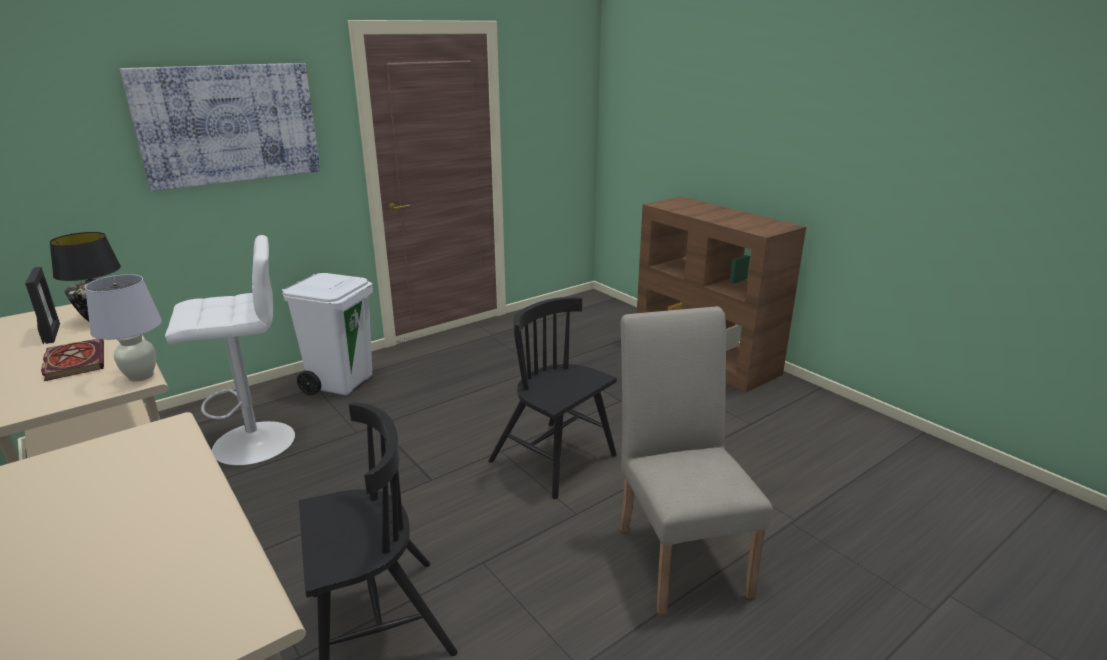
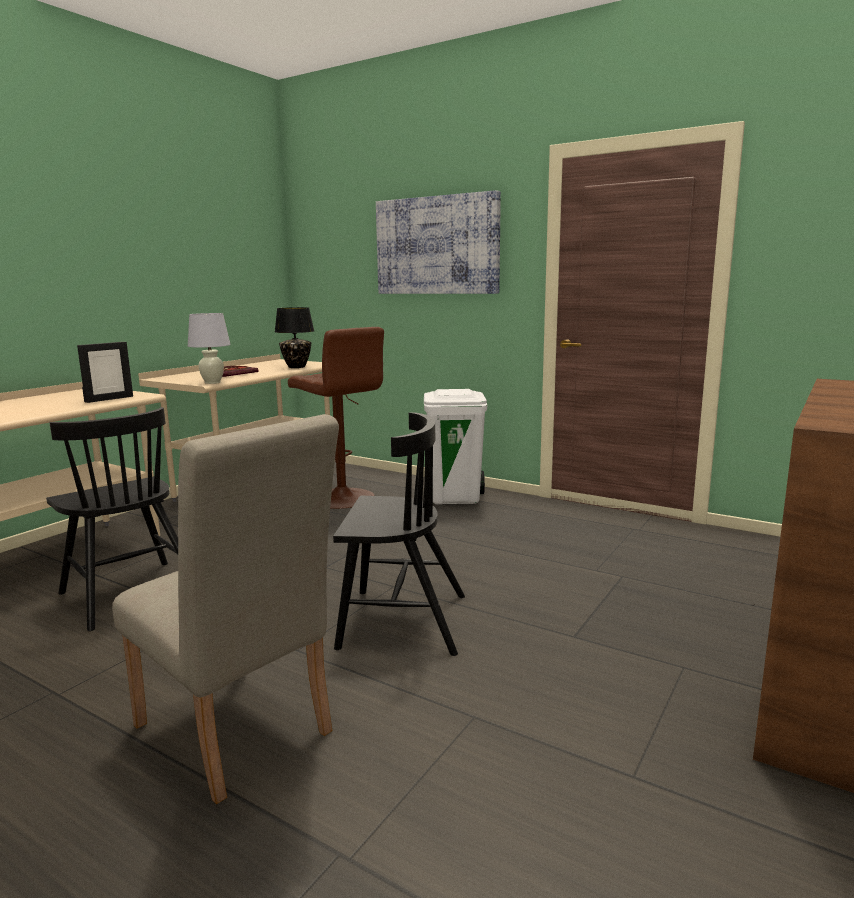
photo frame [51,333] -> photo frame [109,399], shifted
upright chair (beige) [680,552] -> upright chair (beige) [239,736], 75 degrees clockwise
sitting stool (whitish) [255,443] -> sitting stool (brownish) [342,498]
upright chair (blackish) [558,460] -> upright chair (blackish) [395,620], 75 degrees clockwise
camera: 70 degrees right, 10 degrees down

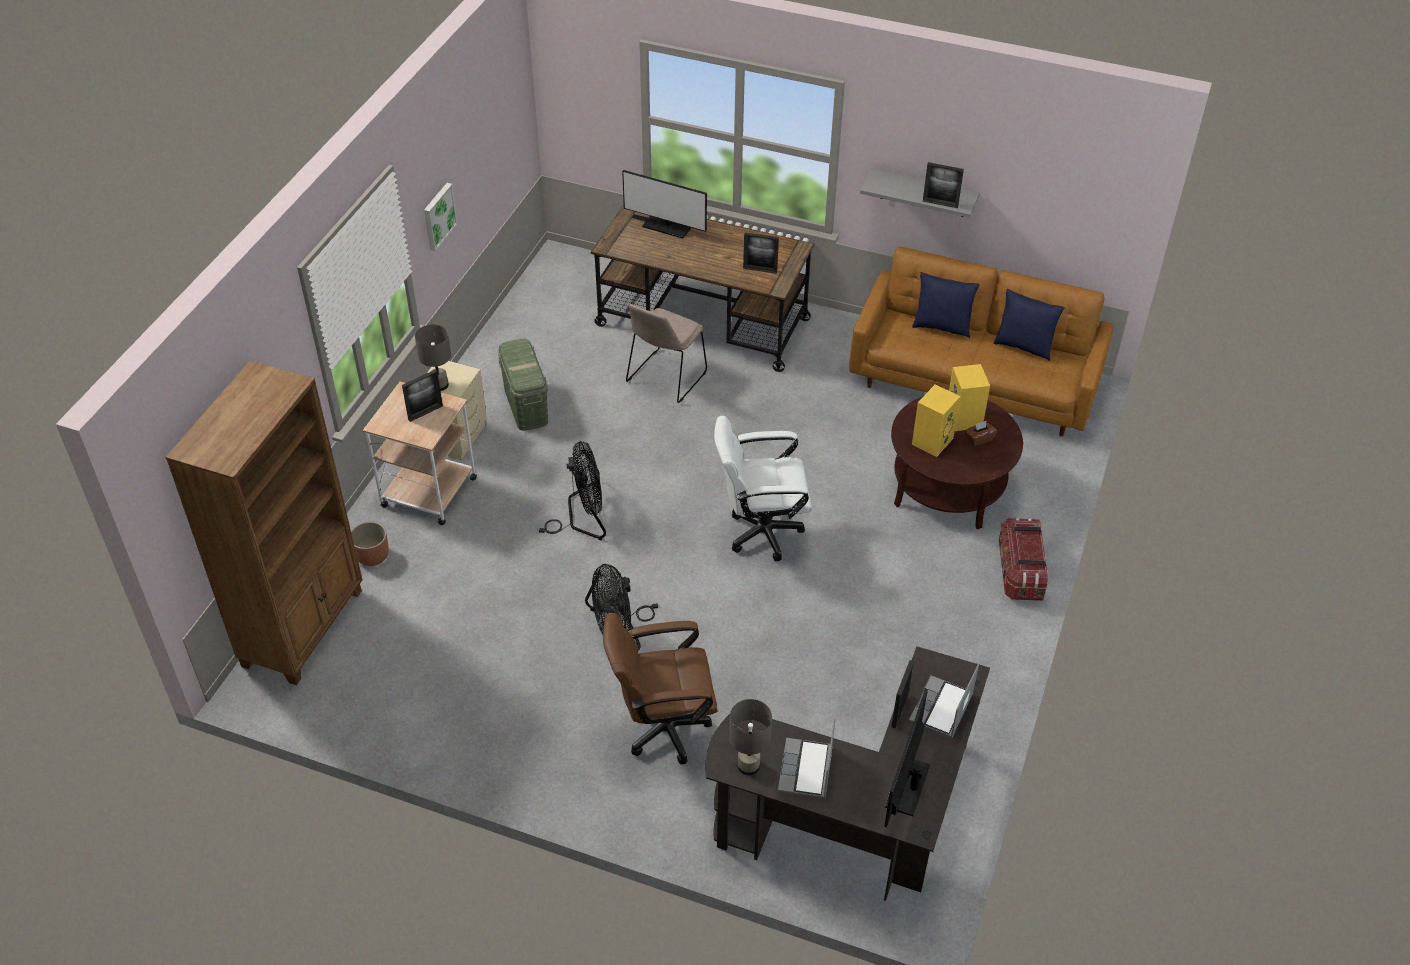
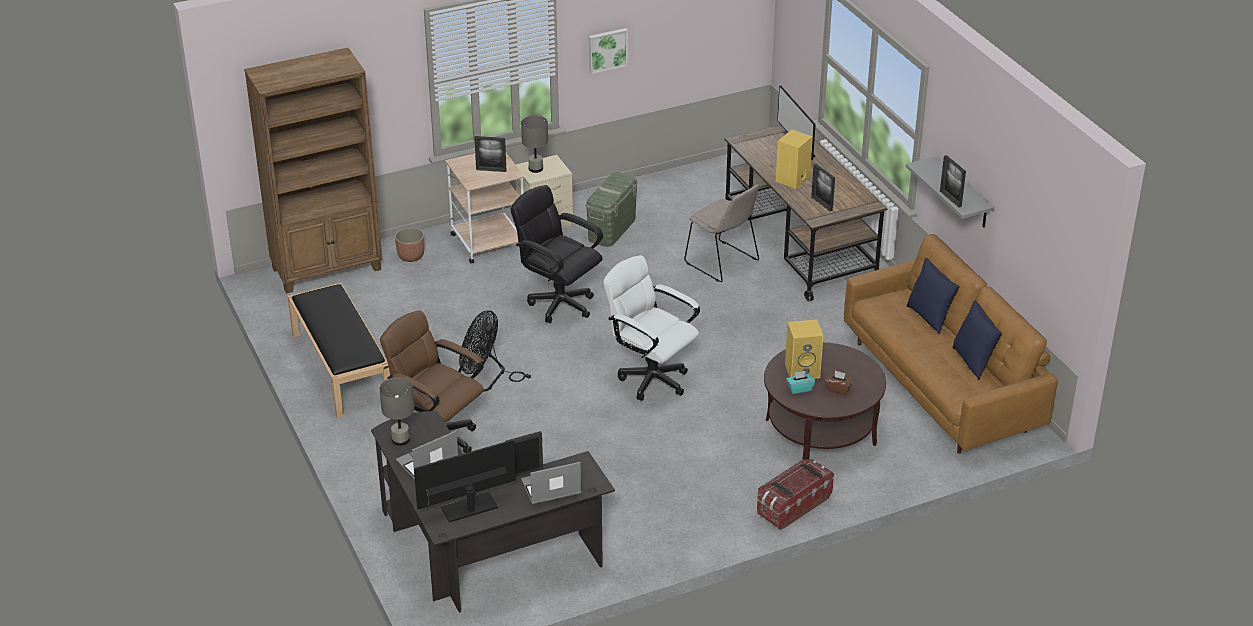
none -> long seat (blackish) [340,367]
cooling fan (blackish) [581,514] -> computer chair (blackish) [557,305]
upright chair (beige) [665,378] -> upright chair (beige) [723,263], 120 degrees counterclockwise
speaker (yellowish) [965,419] -> speaker (yellowish) [793,180], shifted
none -> tissue box (turquoise) [799,388]
camera: 45 degrees right, 10 degrees down

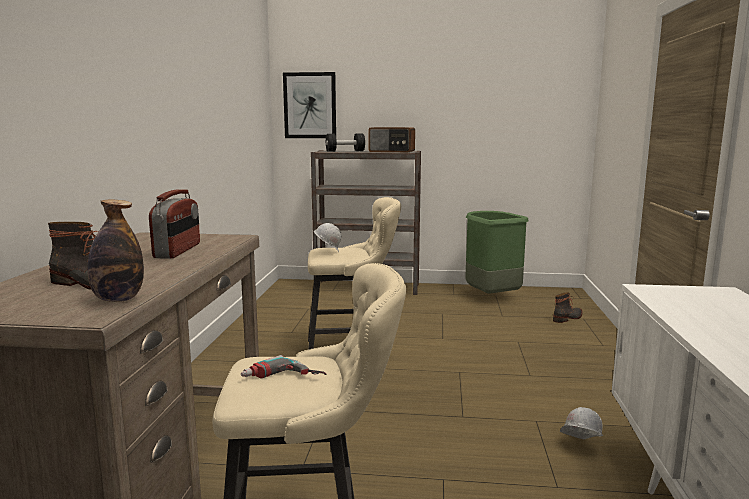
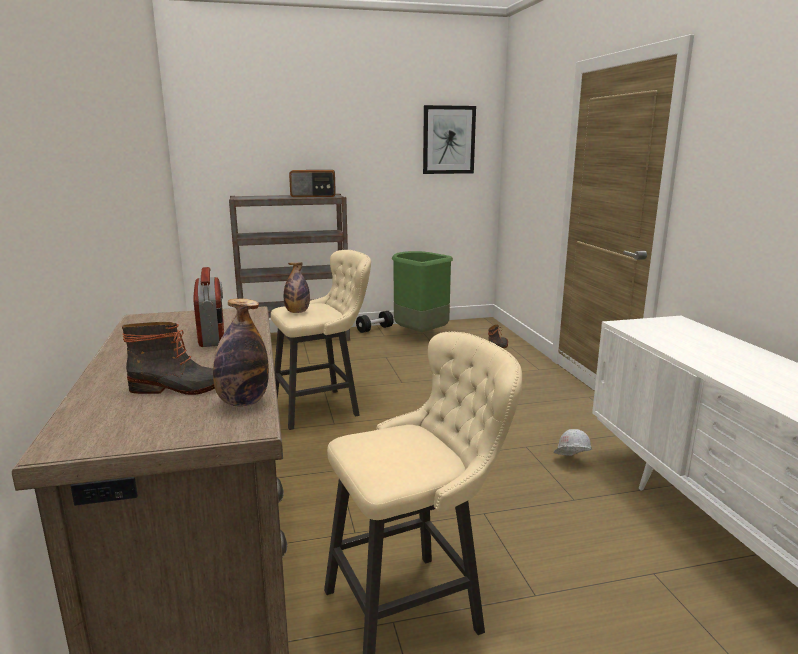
safety helmet (whitish) [327,252] -> beverage bottle [297,312]
hand weight (blackish) [345,151] -> hand weight (blackish) [375,329], shifted
wall art [310,105] -> wall art [448,140], shifted
power drill [282,379] -> none
camera: 20 degrees left, 5 degrees up

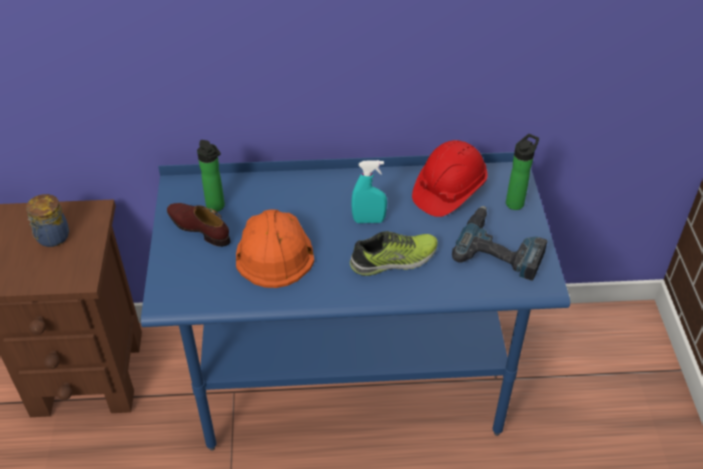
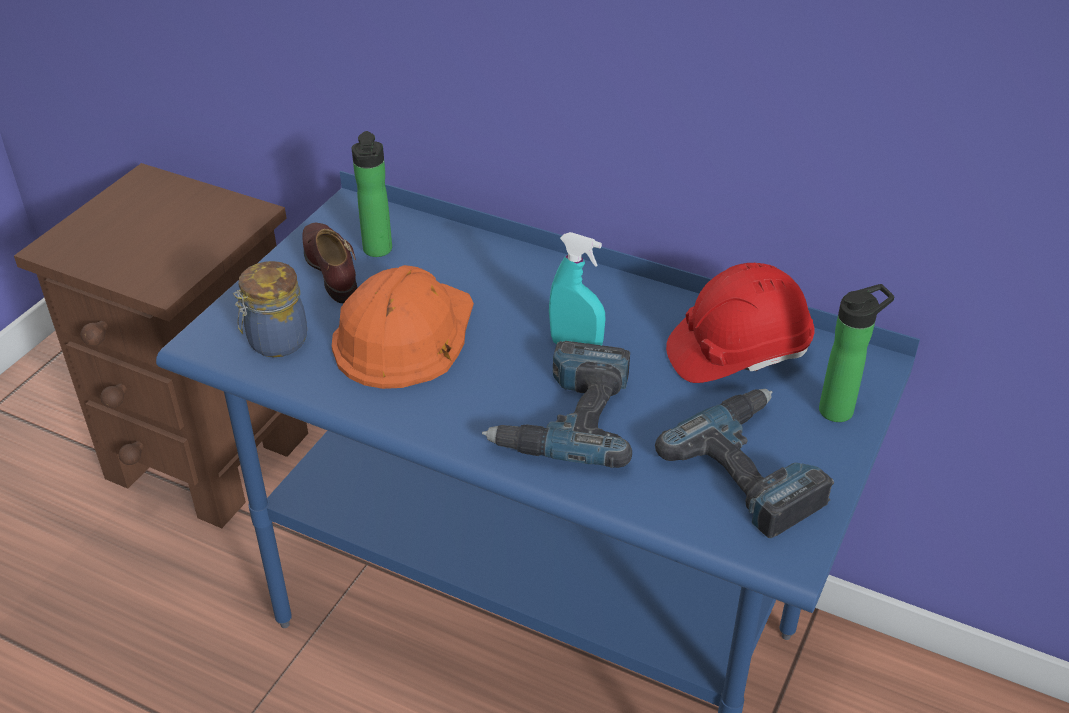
preserve jar [52,238] -> preserve jar [275,342], shifted
low shoe [394,260] -> power drill [567,417]
camera: 30 degrees right, 5 degrees down

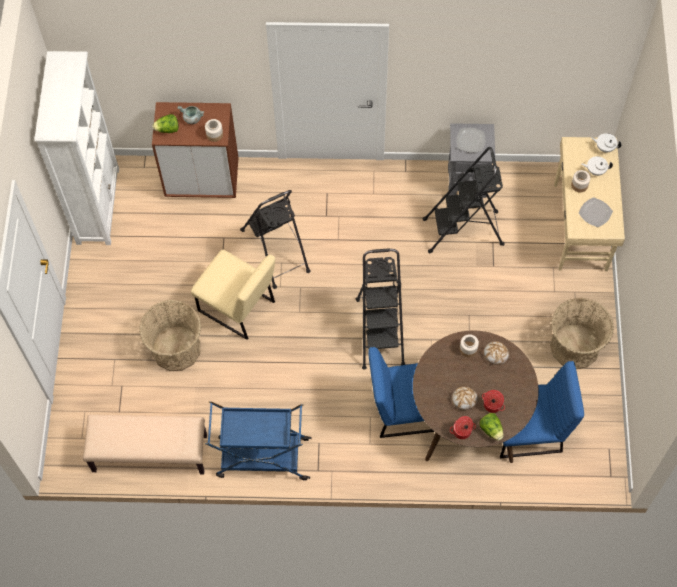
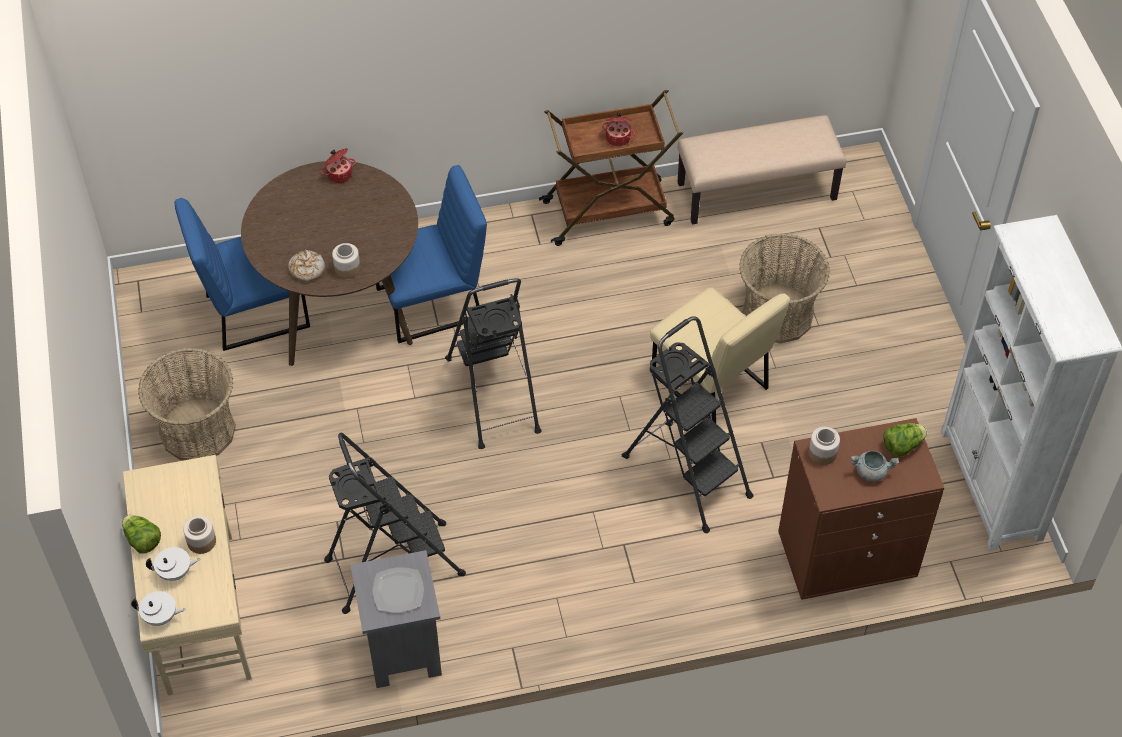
lettuce head [491,430] -> lettuce head [142,540], shifted
trolley (blue) [262,458] -> trolley (brownish) [608,214]
saucepot [492,405] -> saucepot [618,137], shifted
upright chair (beige) [238,307] -> upright chair (beige) [711,383], 150 degrees counterclockwise
baked bread [464,399] -> none
plate [594,213] -> none
camera: 165 degrees right, 10 degrees down

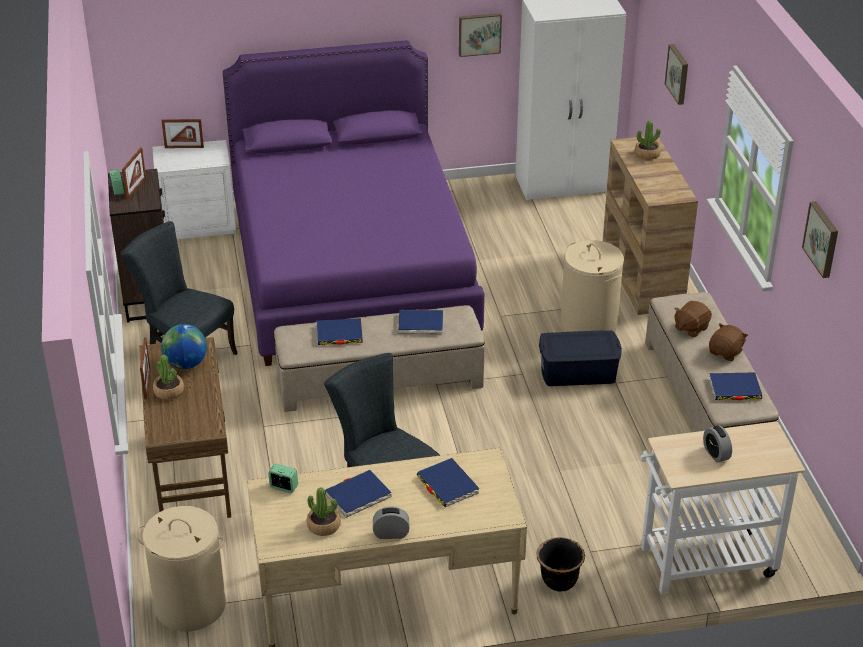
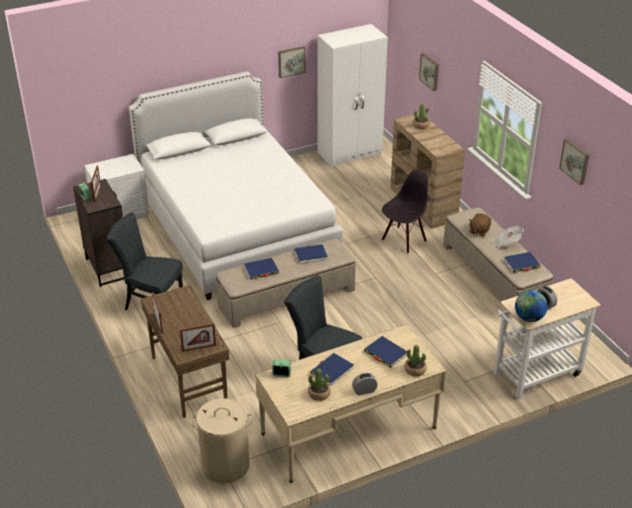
bedroom bed (purple-coloured) [350,269] -> bedroom bed (whitish) [236,227]
photo frame [184,147] -> photo frame [199,348], shifted
washing basket (beige) [588,325] -> upright chair (blackish) [403,240]
potted plant [169,391] -> potted plant [415,370], shifted
soft toy (brownish) [726,352] -> newspaper [506,242]
world globe [186,364] -> world globe [529,318], shifted
planter (blackish) [559,582] -> none
storage container (blue) [578,372] -> none
camera: 15 degrees left, 0 degrees up

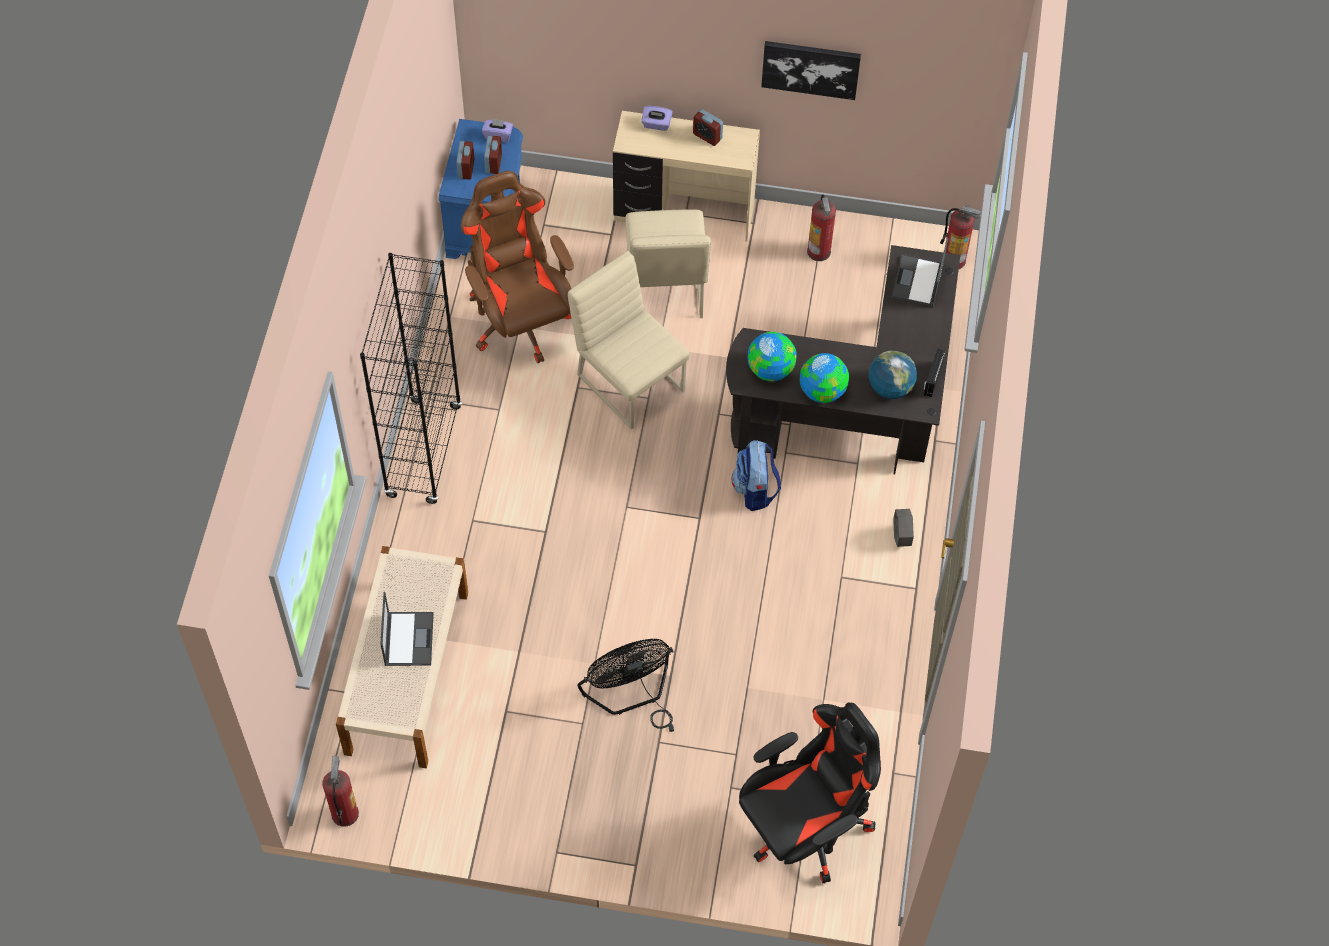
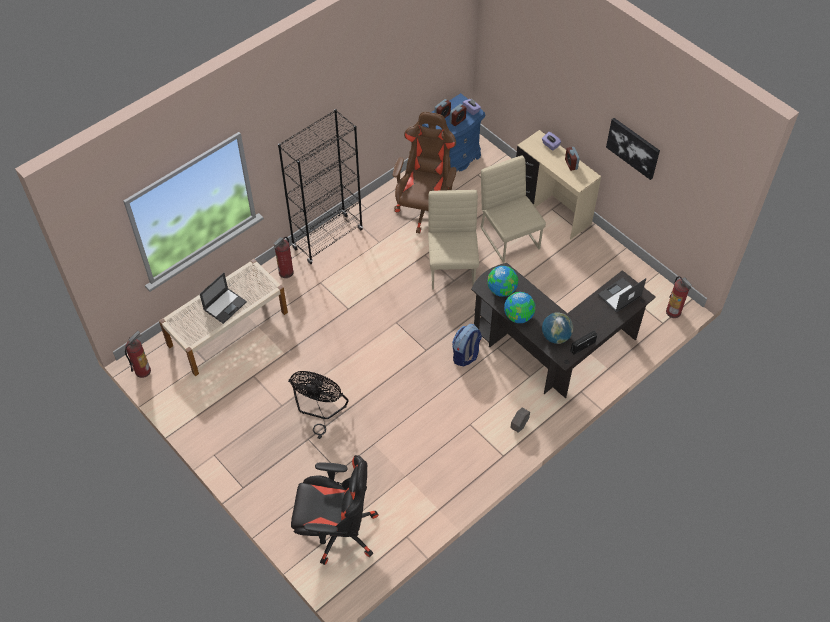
extinguisher [819,251] -> extinguisher [286,272], shifted
upright chair (beige) [665,288] -> upright chair (beige) [509,236], 120 degrees clockwise
camera: 40 degrees right, 5 degrees down

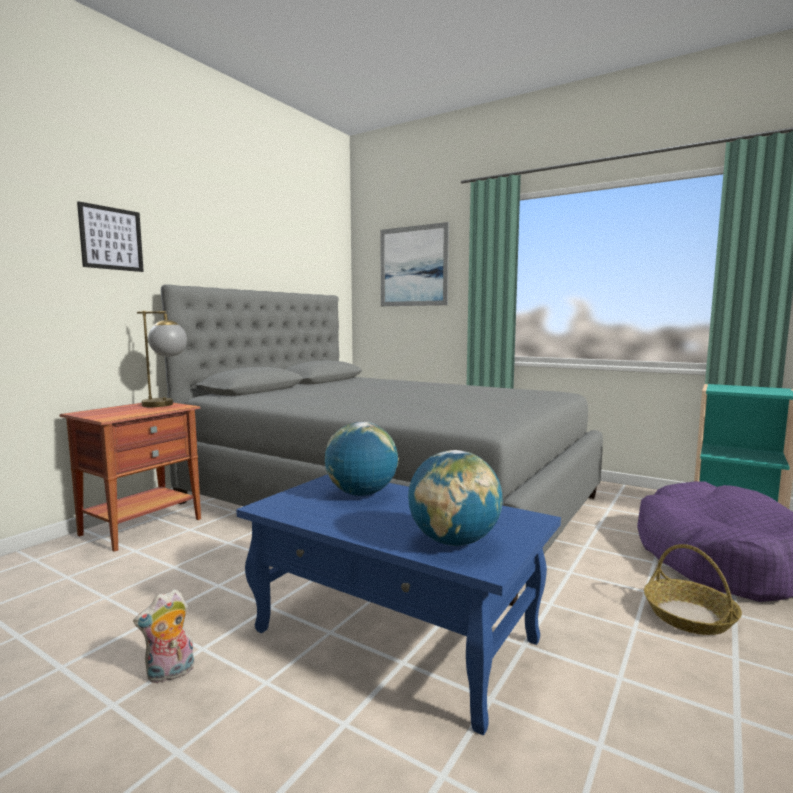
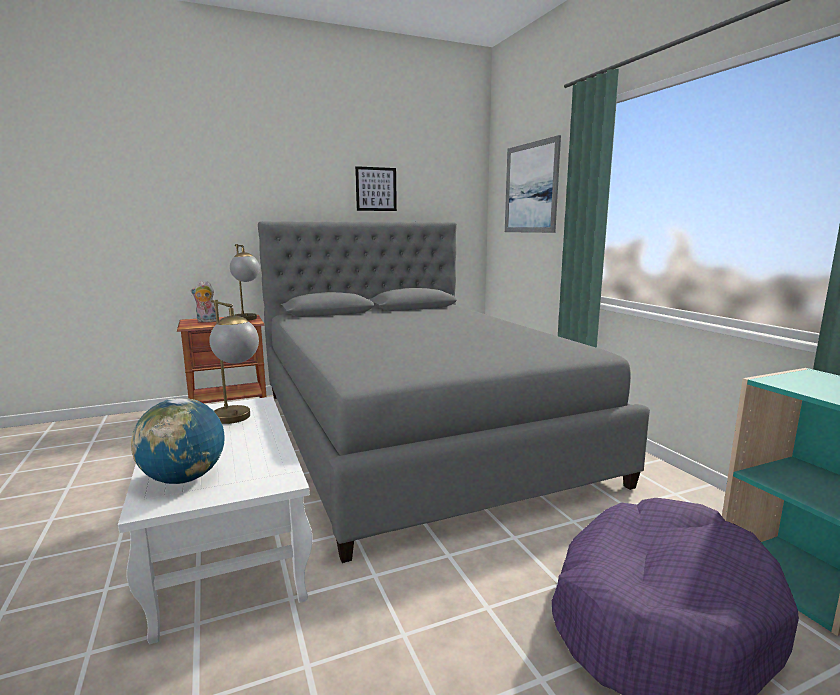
coffee table (blue) [397,636] -> coffee table (whitish) [227,547]
soft toy [170,674] -> soft toy [206,321], shifted
world globe [361,494] -> lamp for a table [238,420]
wall art [111,238] -> wall art [376,189], shifted
household basket [688,616] -> none
camera: 35 degrees right, 5 degrees up

